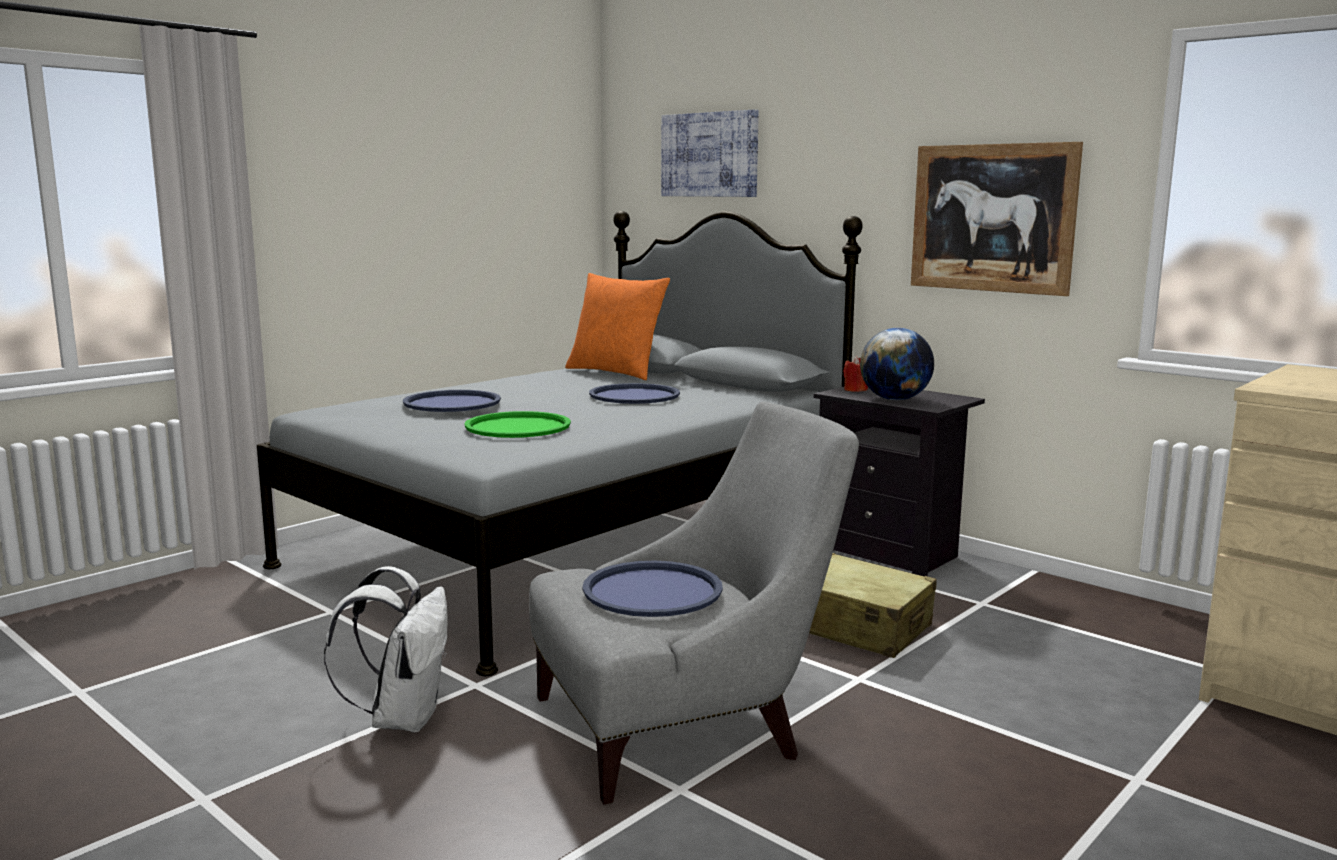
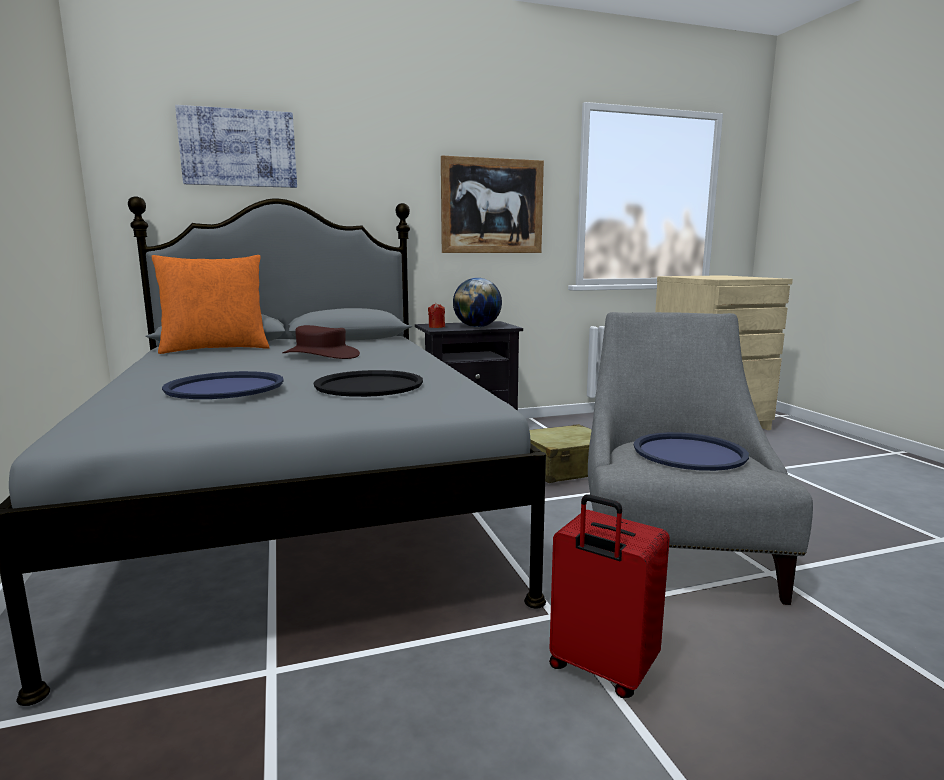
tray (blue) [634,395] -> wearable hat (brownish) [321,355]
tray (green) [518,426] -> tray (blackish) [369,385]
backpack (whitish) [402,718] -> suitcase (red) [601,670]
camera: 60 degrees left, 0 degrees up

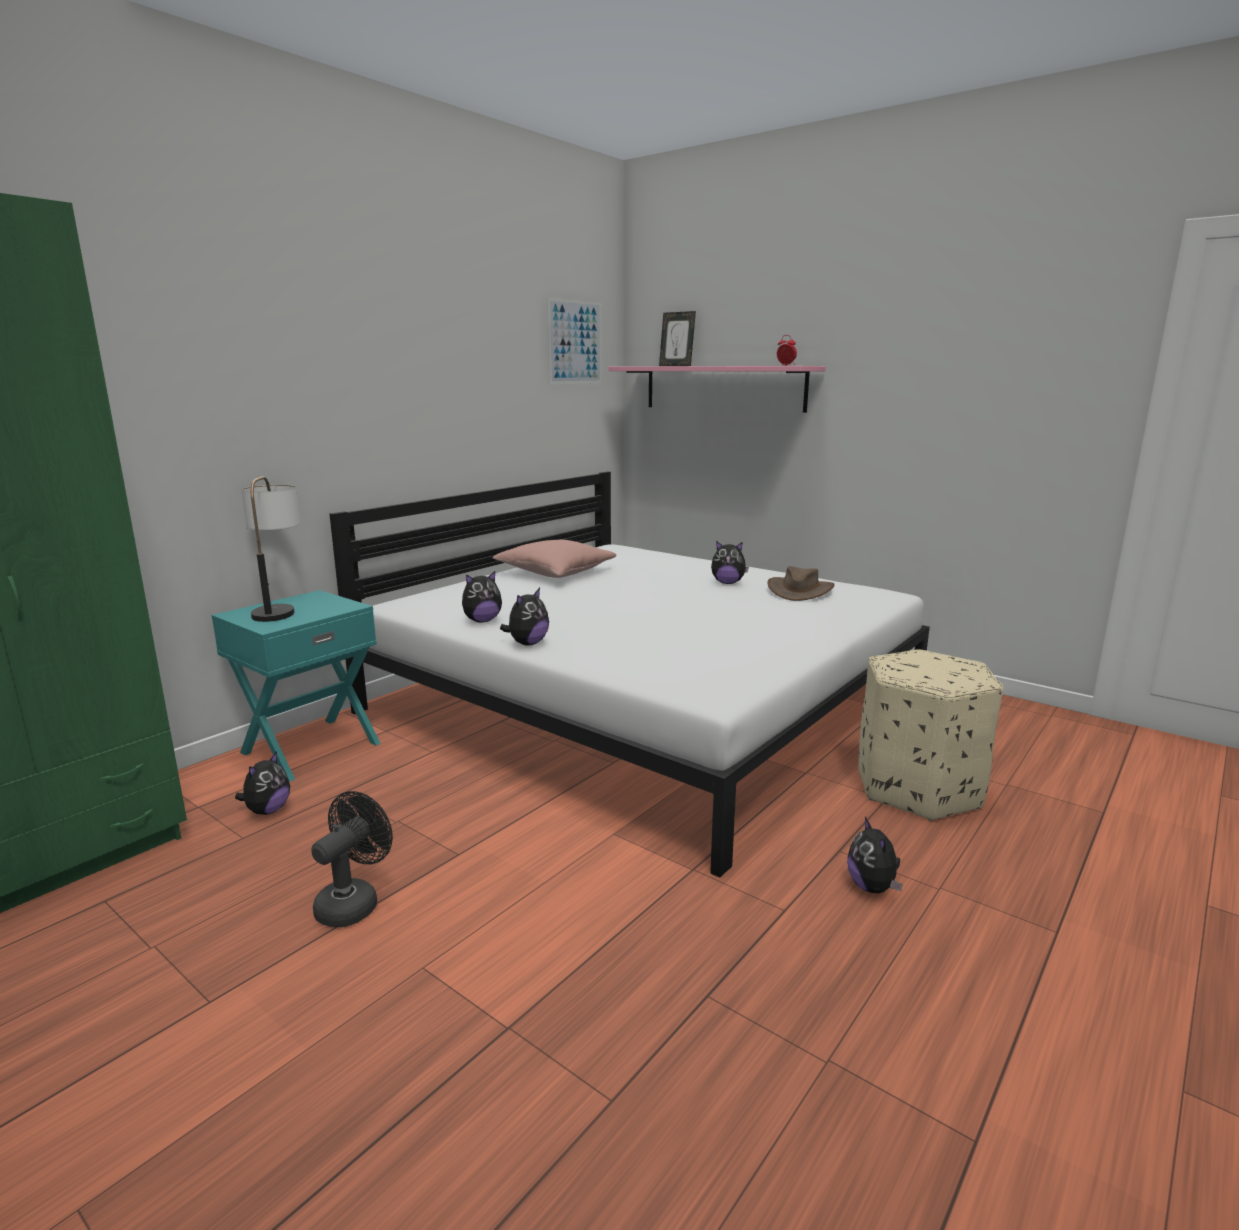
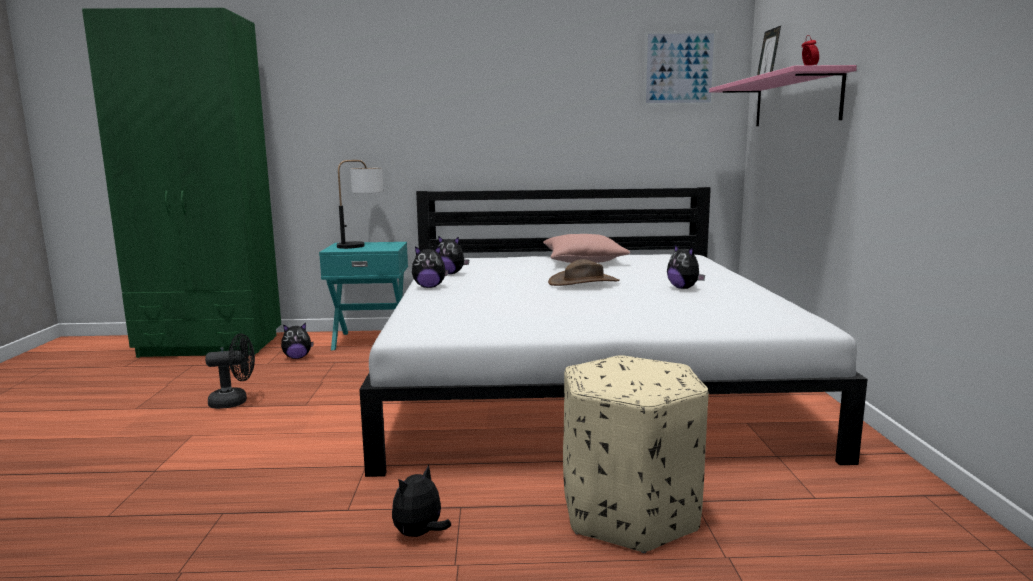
wearable hat (brownish) [799,590] -> wearable hat (brownish) [584,282], shifted
camera: 50 degrees right, 5 degrees down

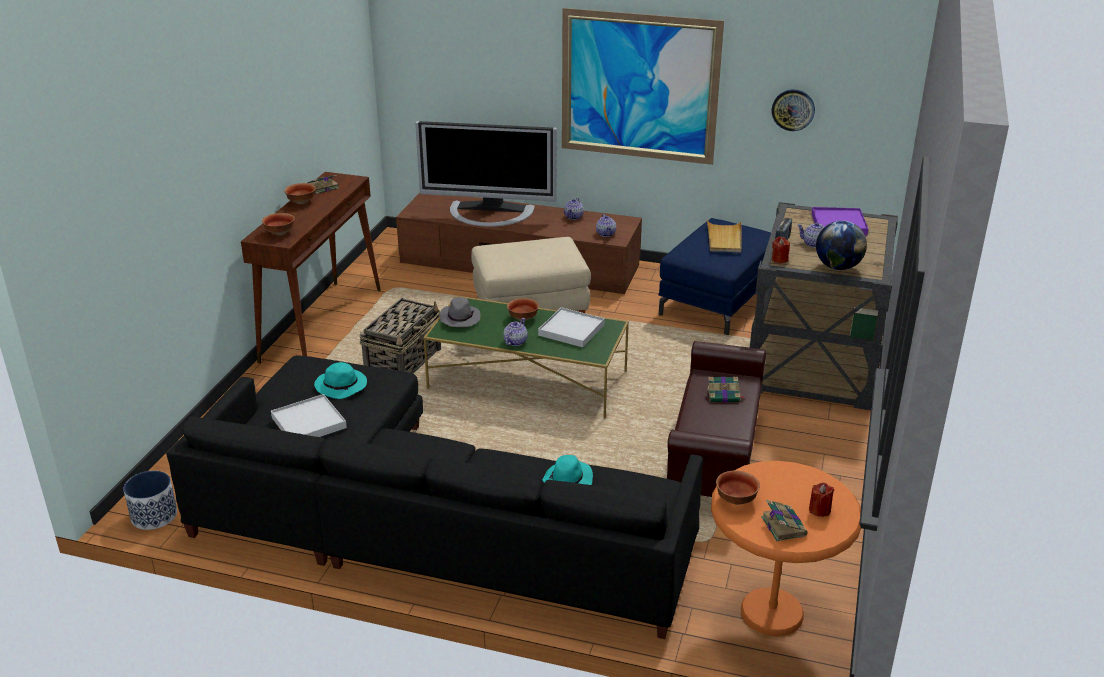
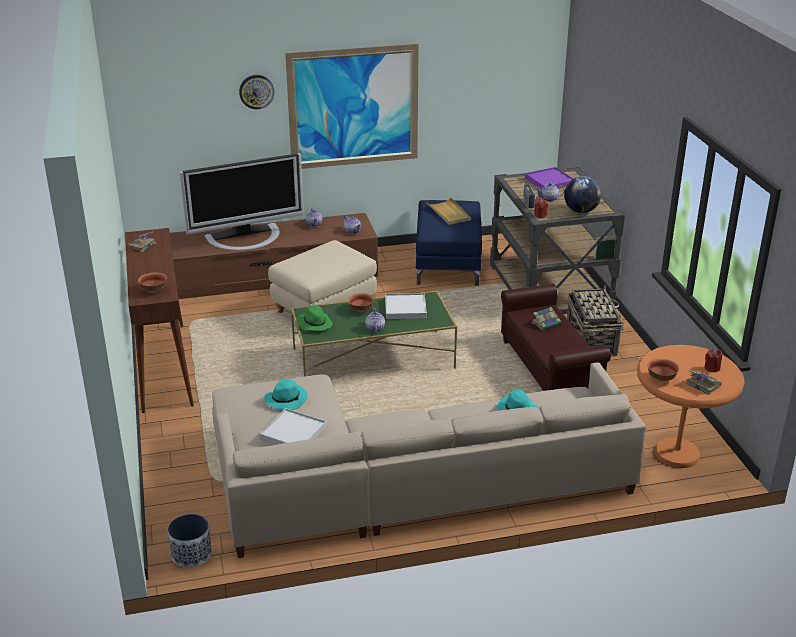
sofa (blackish) [420,518] -> sofa (beige) [399,479]
hanging clock [793,109] -> hanging clock [256,91], shifted
wearable hat (greyish) [459,318] -> wearable hat (green) [314,324]
household basket [404,361] -> household basket [591,339], shifted
serving bowl [301,202] -> none
camera: 30 degrees left, 0 degrees up

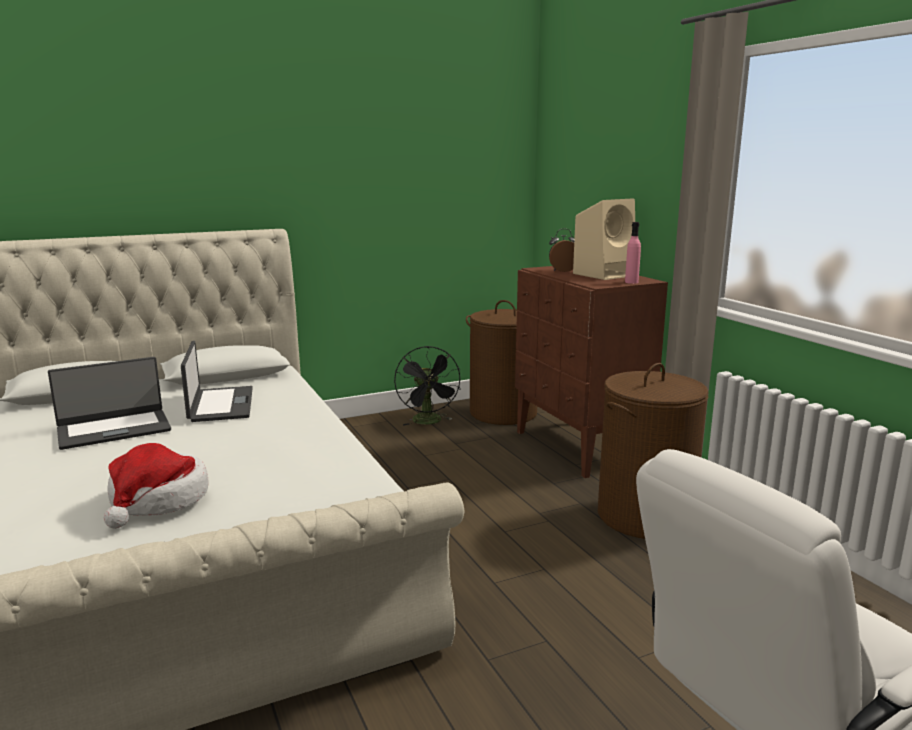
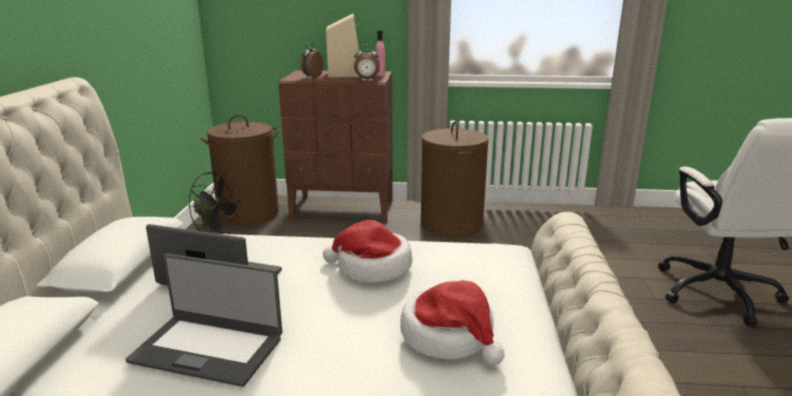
notebook computer [114,429] -> notebook computer [208,348], 105 degrees clockwise
none -> wearable hat [372,267]
none -> alarm clock [367,79]
camera: 60 degrees left, 5 degrees up

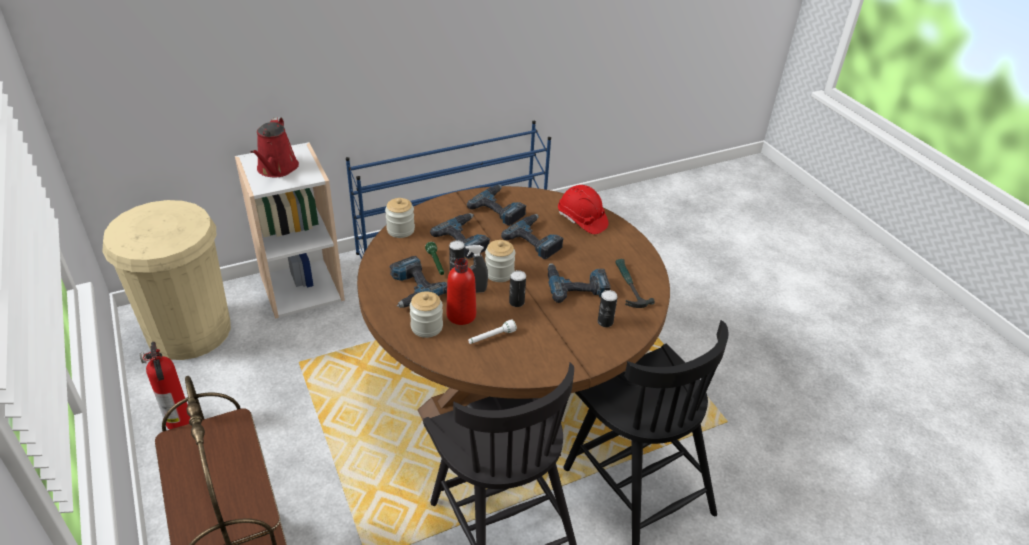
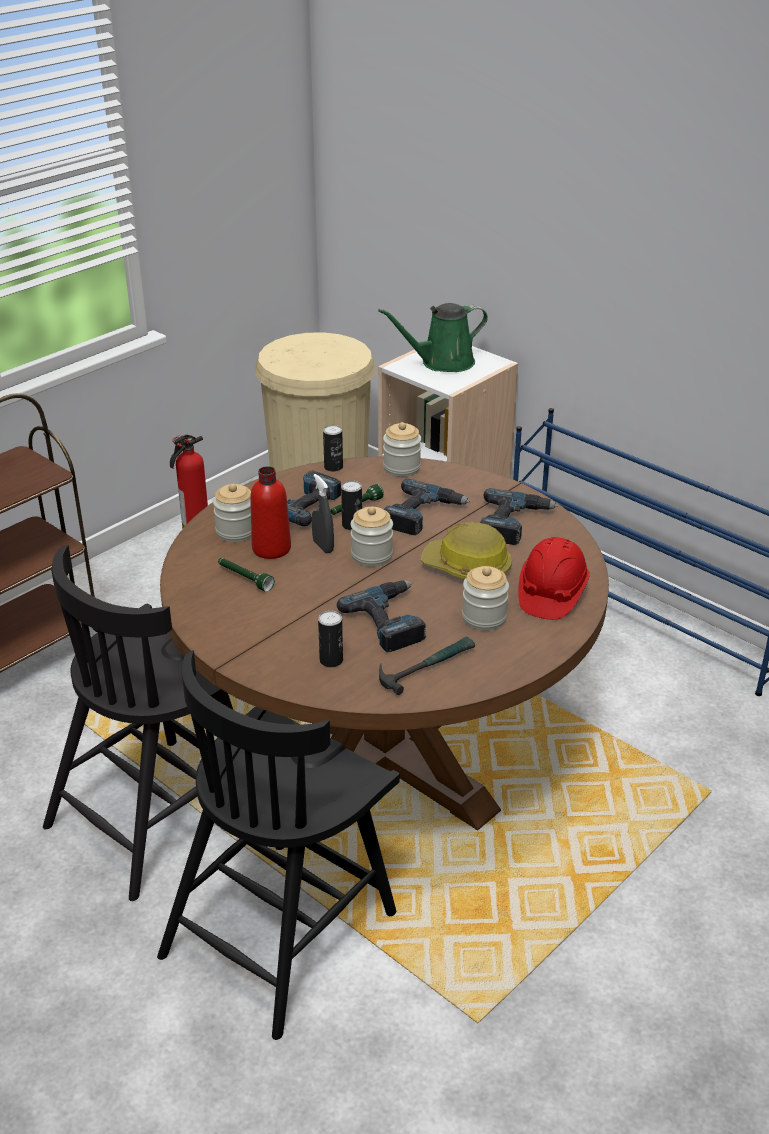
flashlight (whitish) [491,337] -> flashlight (green) [244,579]
can [516,302] -> can [333,467], shifted
watering pot (red) [276,169] -> watering pot (green) [442,363]
power drill [536,240] -> safety helmet [467,567]
none -> preserve jar [484,618]
camera: 70 degrees right, 5 degrees down

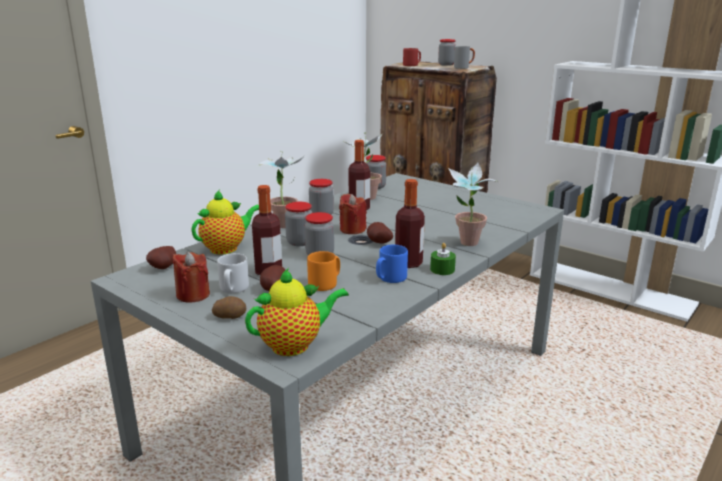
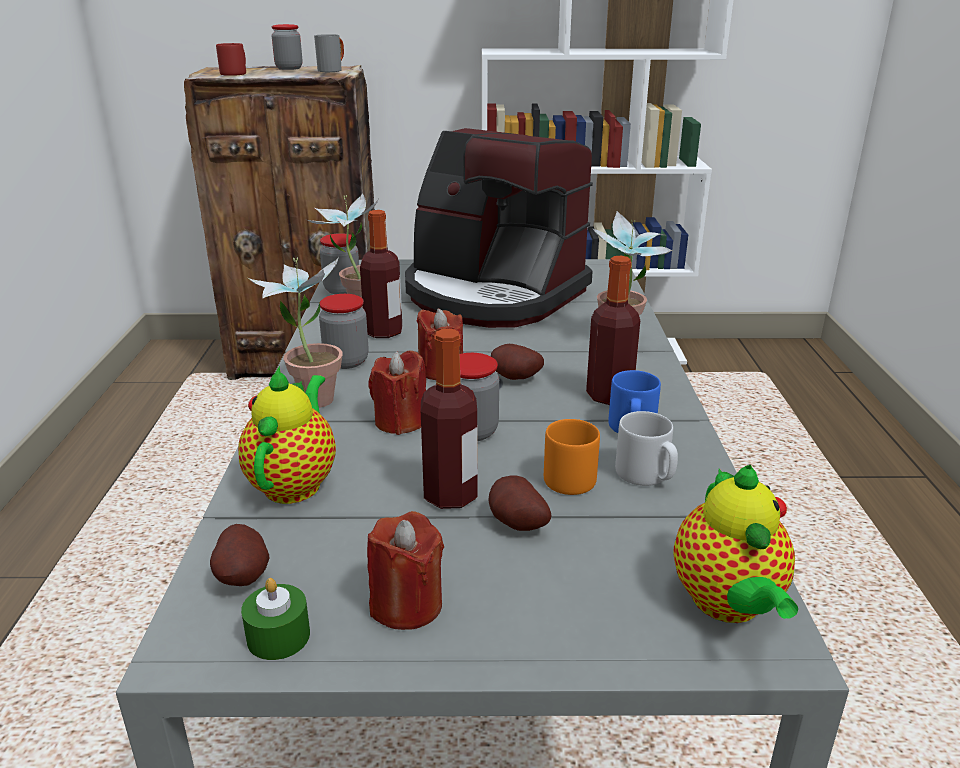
wax candle (green) [442,269] -> wax candle (green) [278,636], shifted
preserve jar [300,242] -> wax candle (red) [400,421]
none -> coffee brewer [492,295]
tea mug (greyish) [233,289] -> tea mug (greyish) [646,475], shifted
pot for tea [295,345] -> pot for tea [728,605], 150 degrees clockwise
whole potato [230,316] -> none
camera: 40 degrees left, 5 degrees up

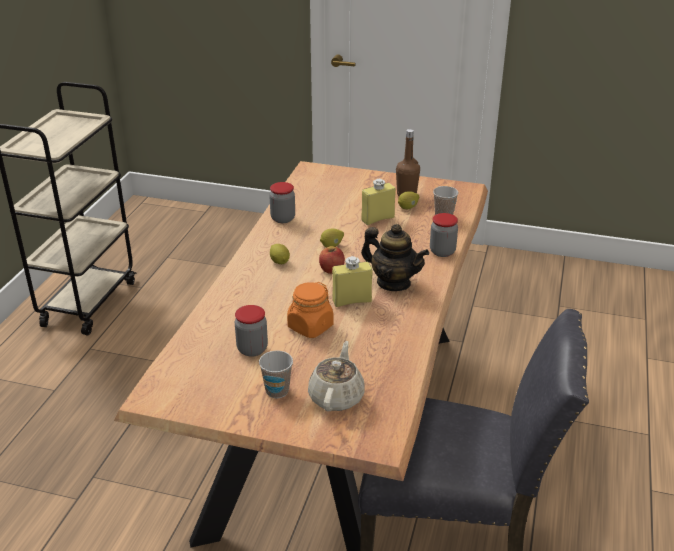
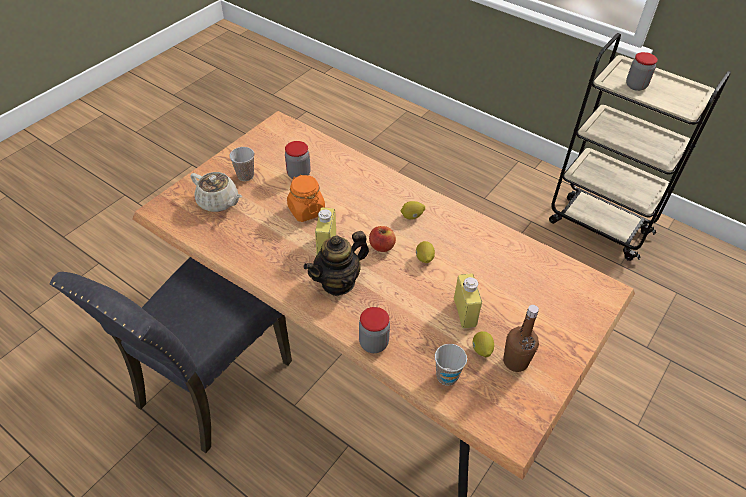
preserve jar [283,218] -> preserve jar [636,86], shifted
camera: 110 degrees right, 15 degrees up

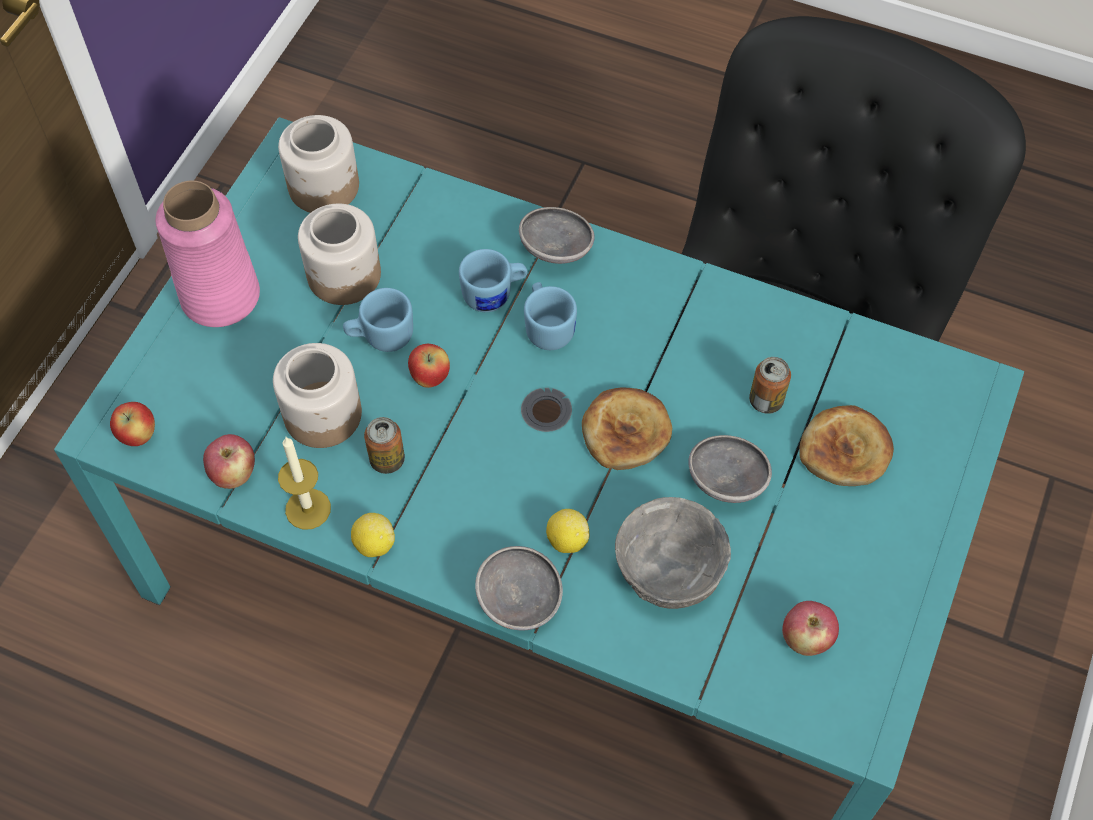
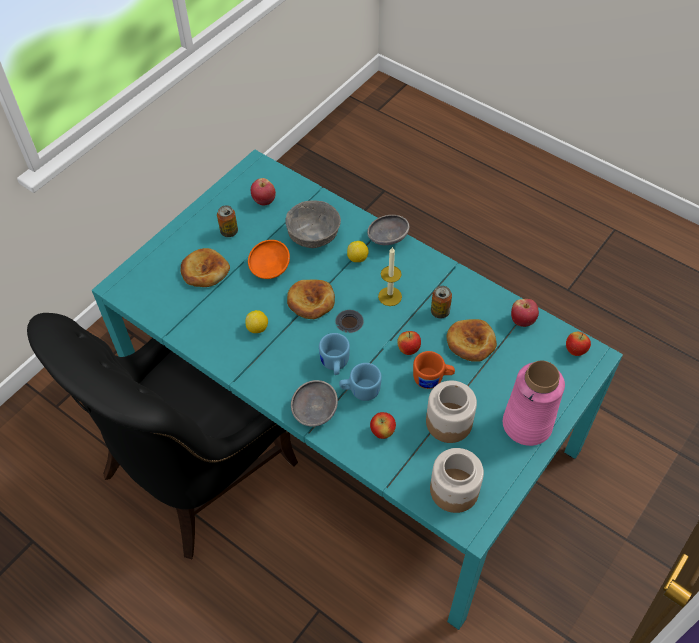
can [766,400] -> can [229,231], shifted
whole lemon [374,544] -> whole lemon [257,328], shifted
serving bowl (greyish) [727,480] -> serving bowl (orangey) [269,269]
none -> apple fruit [382,432]
wax candle [308,509] -> wax candle [390,296], shifted
tea mug (blue) [380,336] -> tea mug (orangey) [432,379]
preserve jar [323,414] -> baked bread [471,342]
camera: 165 degrees left, 5 degrees down

